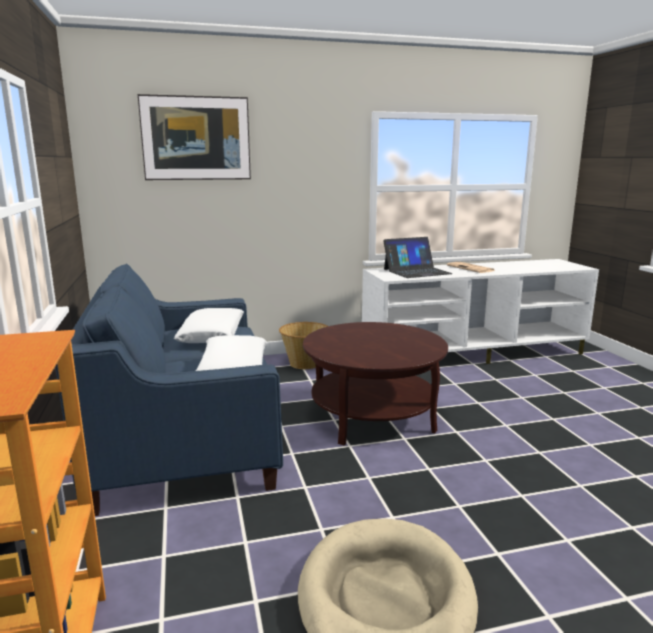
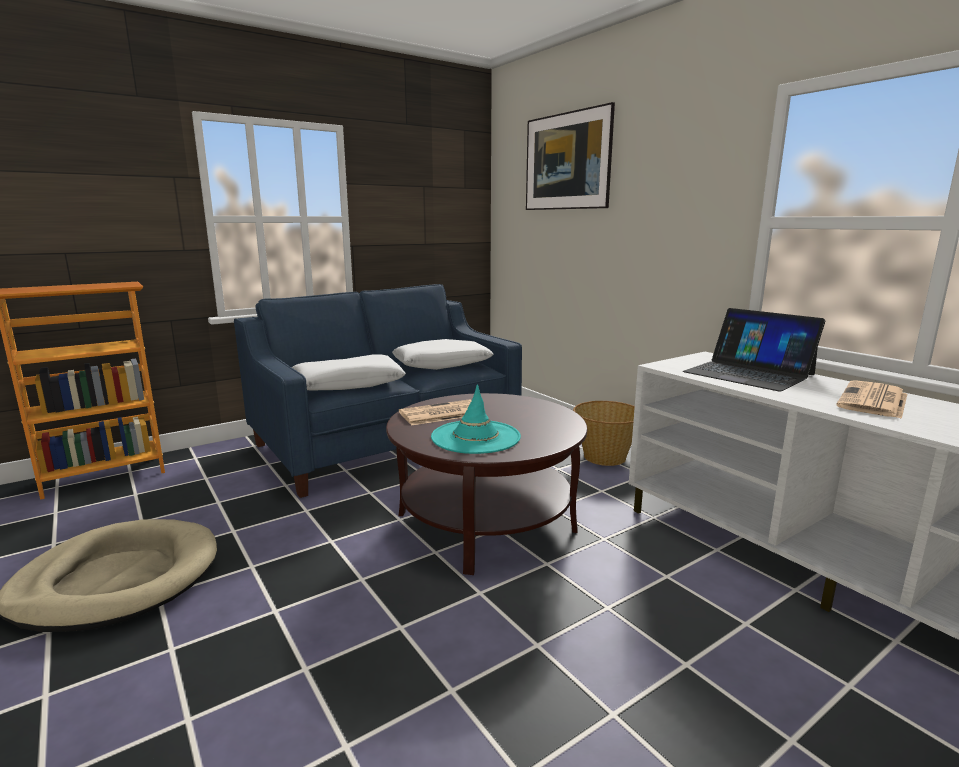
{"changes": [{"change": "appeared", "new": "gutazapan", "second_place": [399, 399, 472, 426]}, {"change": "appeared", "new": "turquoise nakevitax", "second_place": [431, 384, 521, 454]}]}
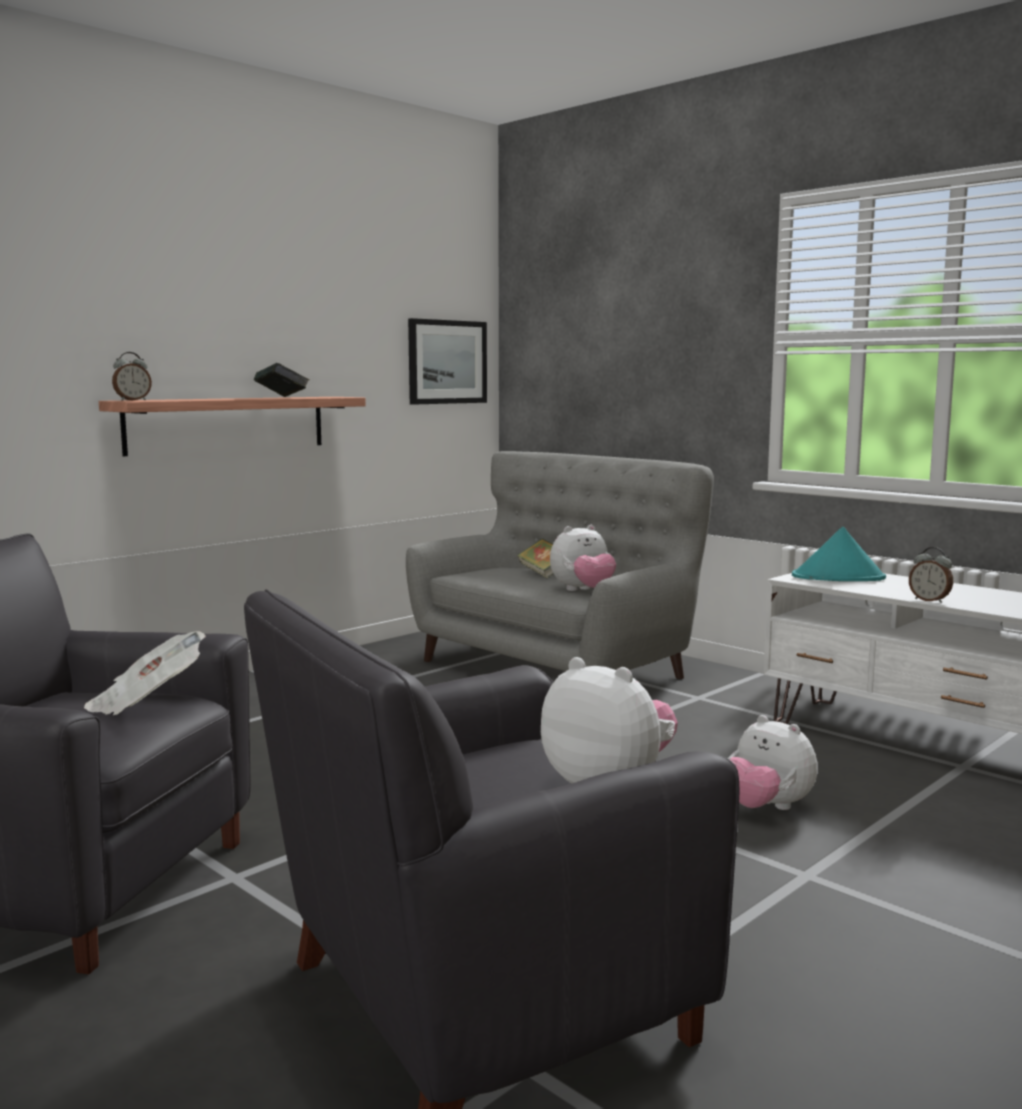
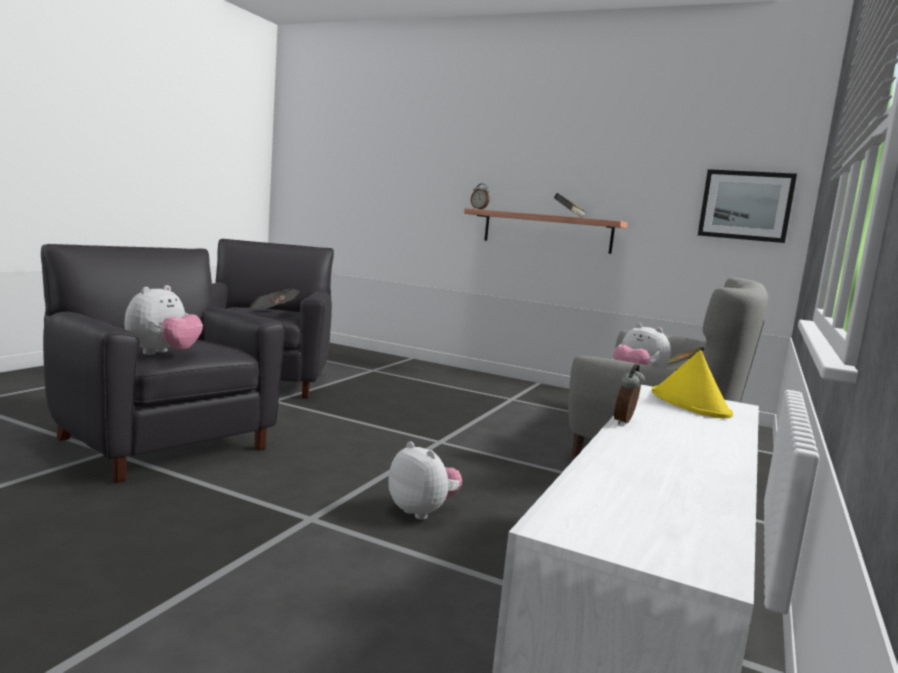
{"changes": [{"change": "spun", "old": "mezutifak", "first_place": [728, 715, 817, 810], "second_place": [388, 441, 462, 520], "degrees": 105}, {"change": "colour", "old": "turquoise nakevitax", "new": "yellow nakevitax", "first_place": [792, 527, 886, 581], "second_place": [652, 350, 733, 418]}]}
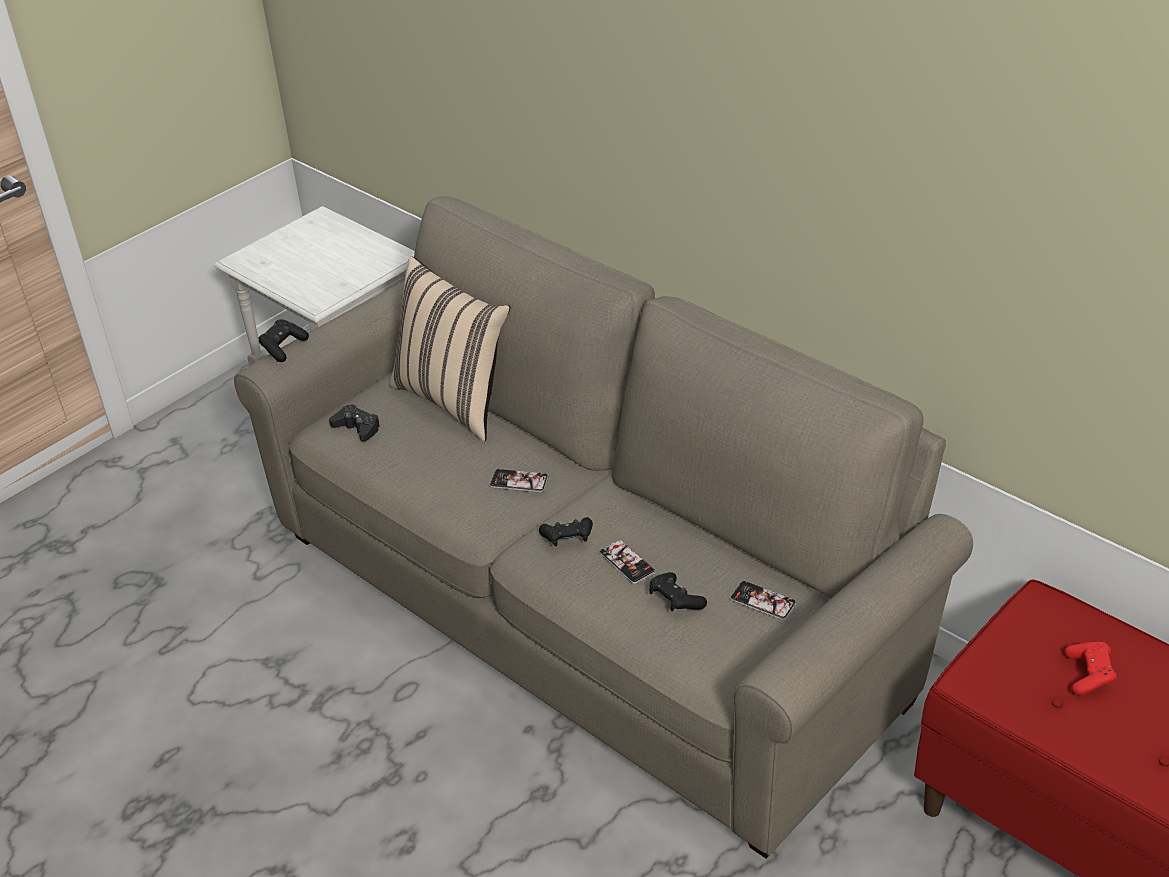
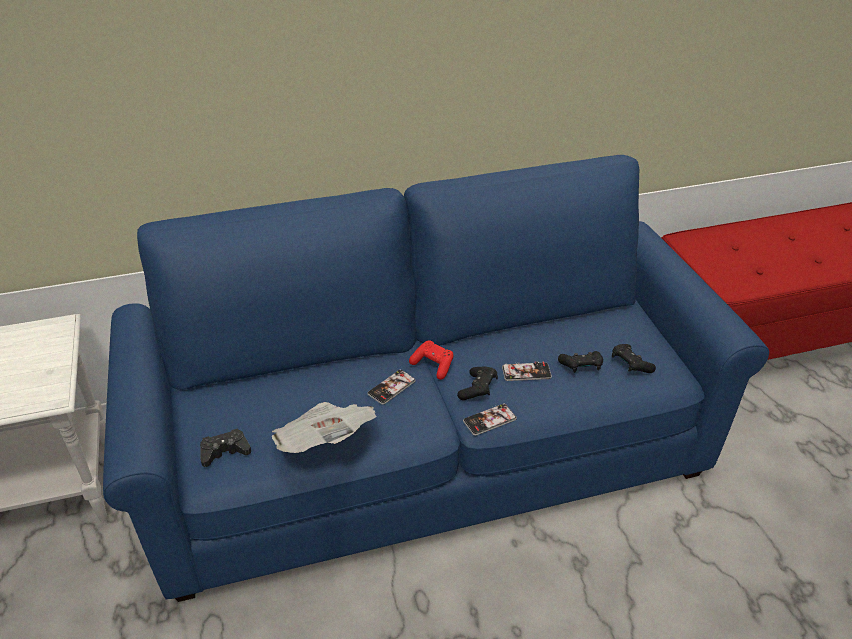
{"changes": [{"change": "colour", "old": "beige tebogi", "new": "blue tebogi", "first_place": [234, 196, 973, 859], "second_place": [103, 155, 769, 602]}, {"change": "appeared", "new": "gutazapan", "second_place": [272, 402, 376, 453]}, {"change": "relocated", "old": "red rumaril", "first_place": [1064, 642, 1116, 695], "second_place": [409, 340, 453, 380]}, {"change": "relocated", "old": "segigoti", "first_place": [730, 581, 796, 620], "second_place": [463, 403, 517, 436]}, {"change": "relocated", "old": "black rumaril", "first_place": [259, 319, 309, 362], "second_place": [612, 344, 656, 373]}, {"change": "missing", "old": "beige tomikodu", "first_place": [389, 257, 510, 442]}]}
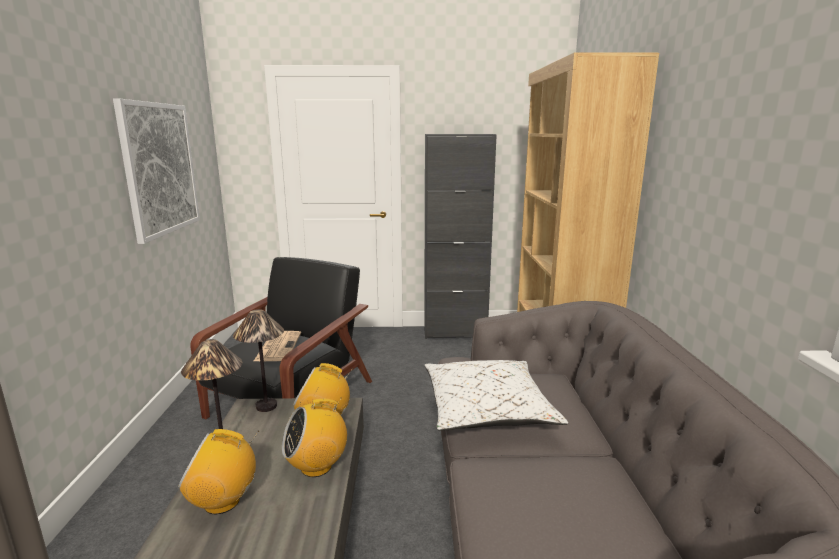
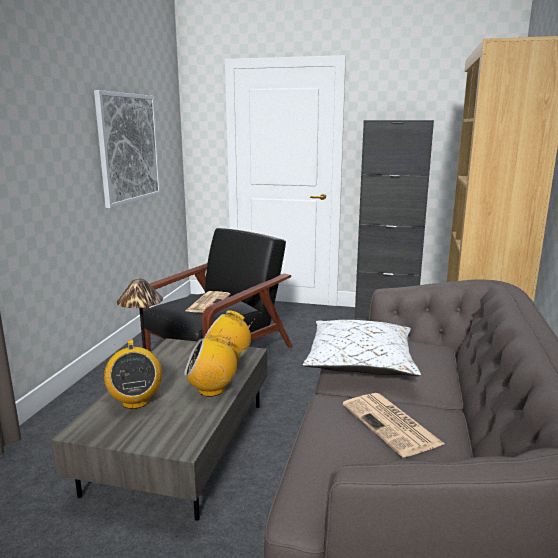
{"changes": [{"change": "spun", "old": "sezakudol", "first_place": [178, 429, 259, 514], "second_place": [104, 340, 162, 409], "degrees": -120}, {"change": "appeared", "new": "gutazapan", "second_place": [343, 393, 445, 457]}, {"change": "missing", "old": "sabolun", "first_place": [233, 309, 284, 412]}]}
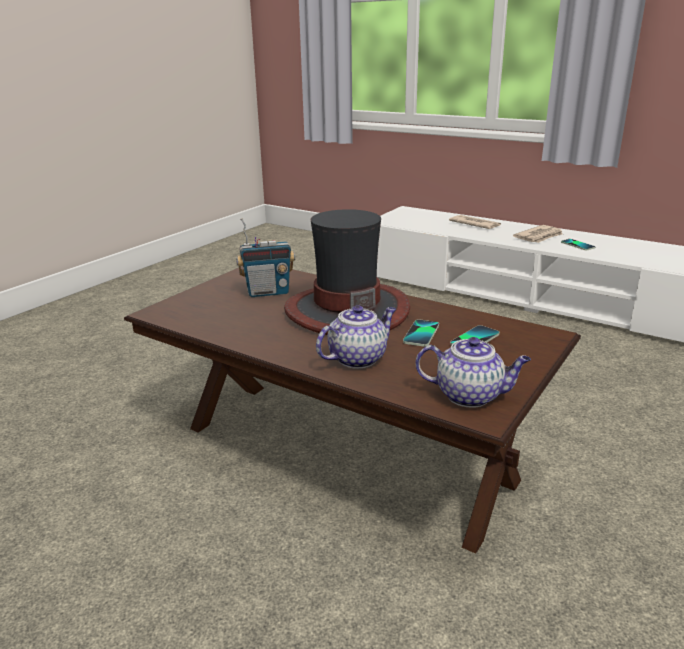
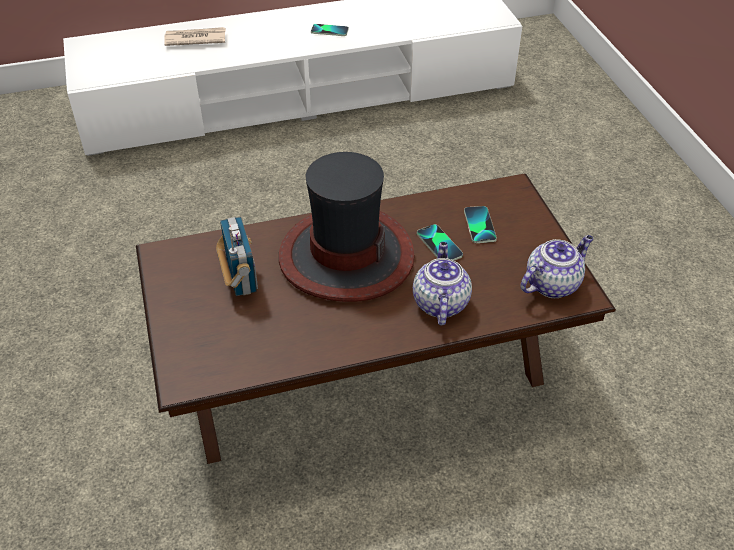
{"changes": [{"change": "spun", "old": "sezakudol", "first_place": [236, 218, 295, 297], "second_place": [216, 217, 258, 296], "degrees": -45}, {"change": "missing", "old": "gutazapan", "first_place": [513, 225, 563, 243]}]}
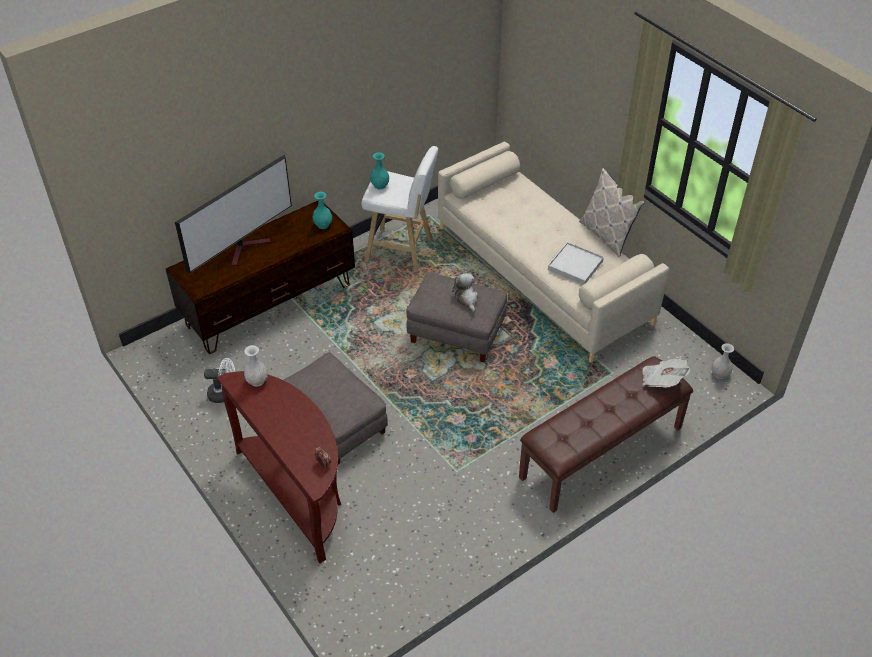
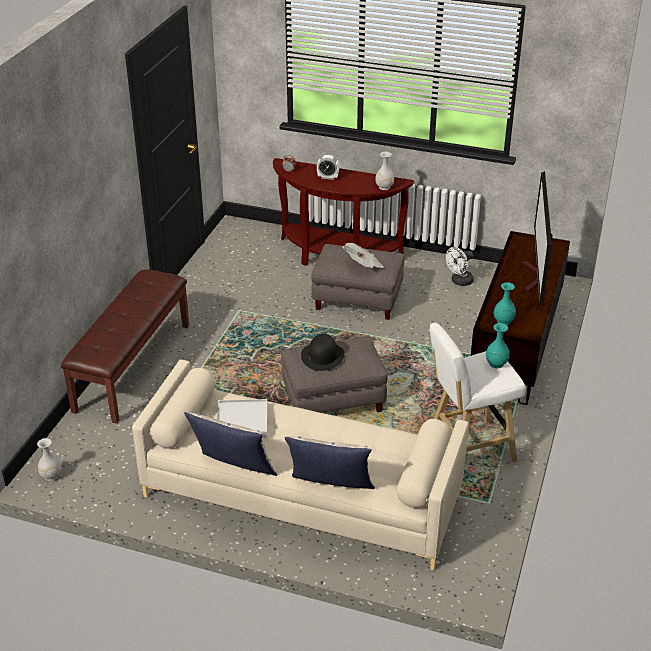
{"changes": [{"change": "appeared", "new": "tomikodu", "second_place": [284, 436, 375, 489]}, {"change": "exchanged", "old": "mezutifak", "new": "black nakevitax", "first_place": [452, 273, 478, 313], "second_place": [301, 334, 345, 371]}, {"change": "appeared", "new": "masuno", "second_place": [317, 155, 339, 180]}, {"change": "relocated", "old": "gutazapan", "first_place": [643, 358, 690, 388], "second_place": [342, 243, 384, 268]}]}
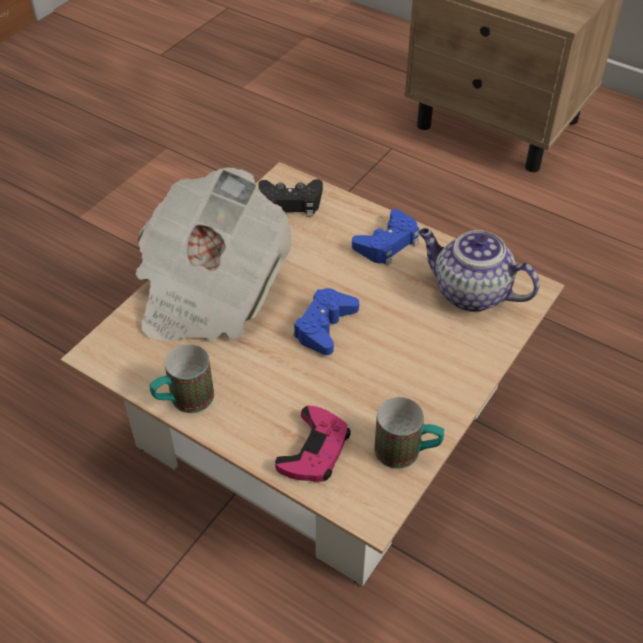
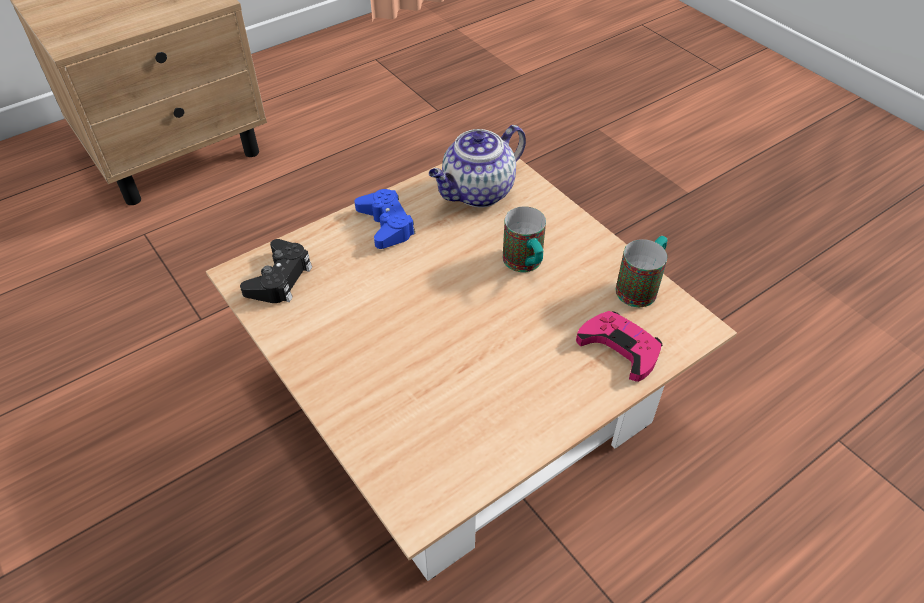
{"changes": [{"change": "relocated", "old": "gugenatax", "first_place": [149, 344, 214, 413], "second_place": [503, 206, 546, 272]}, {"change": "missing", "old": "gutazapan", "first_place": [135, 167, 292, 341]}, {"change": "missing", "old": "blue rumaril", "first_place": [293, 288, 359, 355]}]}
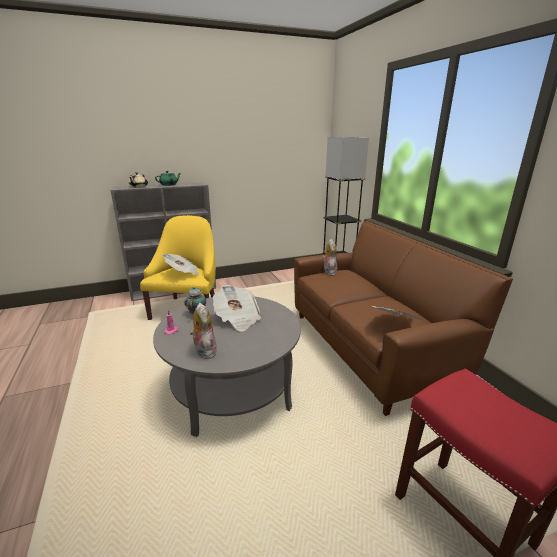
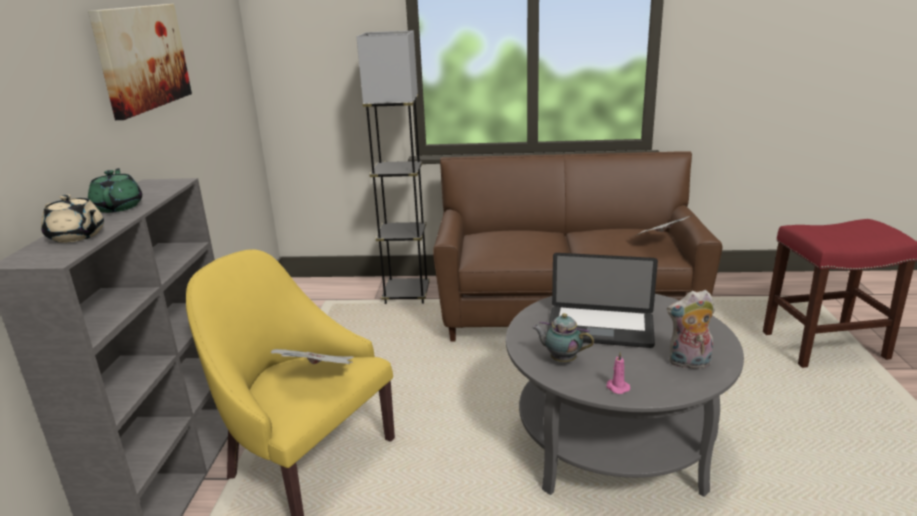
{"changes": [{"change": "appeared", "new": "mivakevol", "second_place": [88, 4, 192, 120]}, {"change": "exchanged", "old": "gutazapan", "new": "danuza", "first_place": [213, 285, 261, 332], "second_place": [547, 253, 658, 348]}, {"change": "missing", "old": "mezutifak", "first_place": [322, 239, 337, 276]}]}
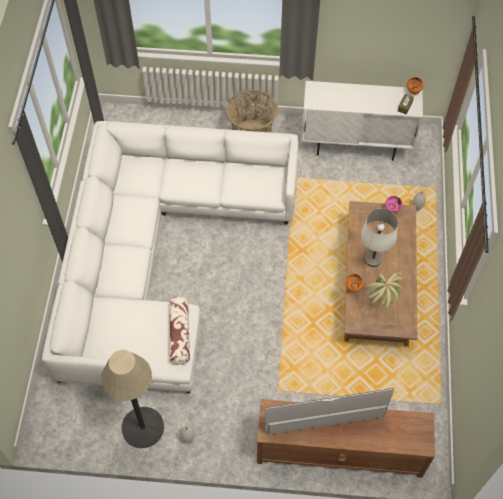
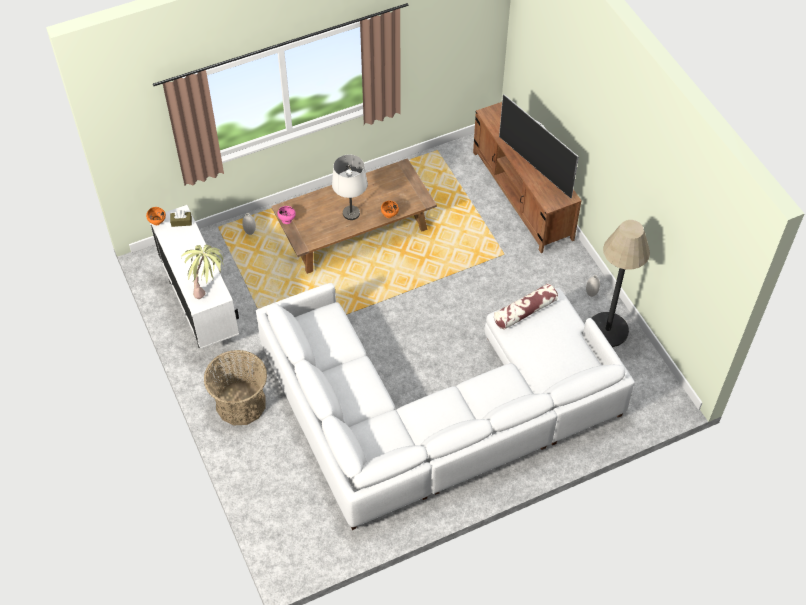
{"changes": [{"change": "relocated", "old": "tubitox", "first_place": [365, 273, 402, 310], "second_place": [181, 245, 224, 299]}]}
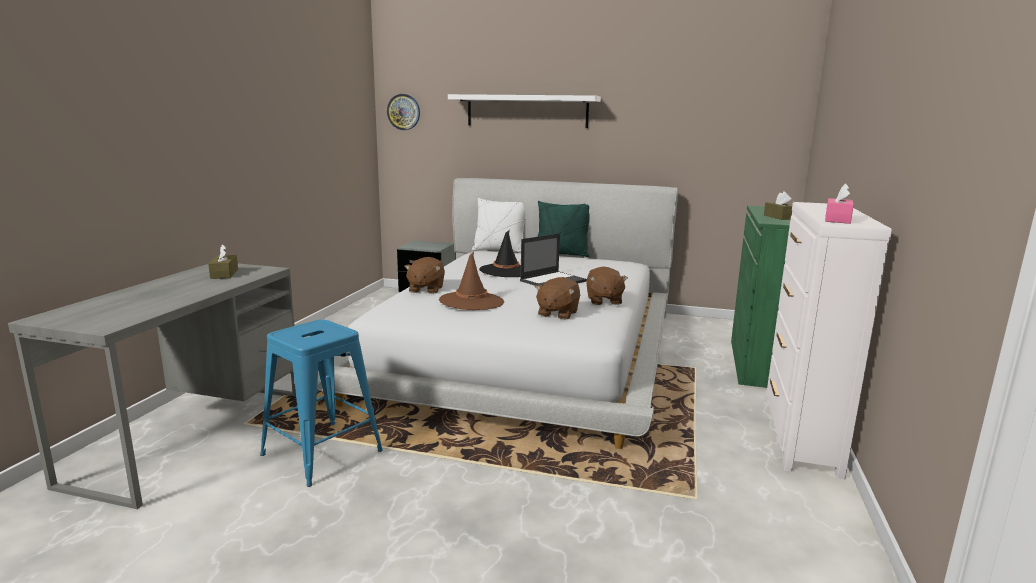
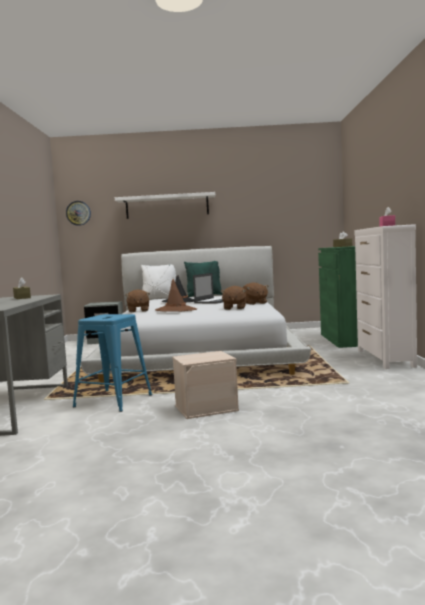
{"changes": [{"change": "appeared", "new": "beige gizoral", "second_place": [172, 351, 239, 419]}]}
